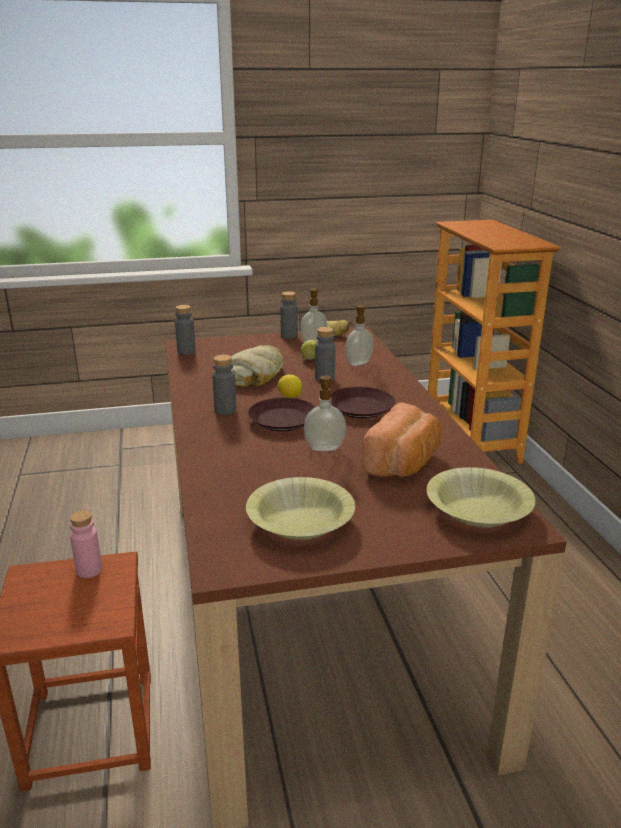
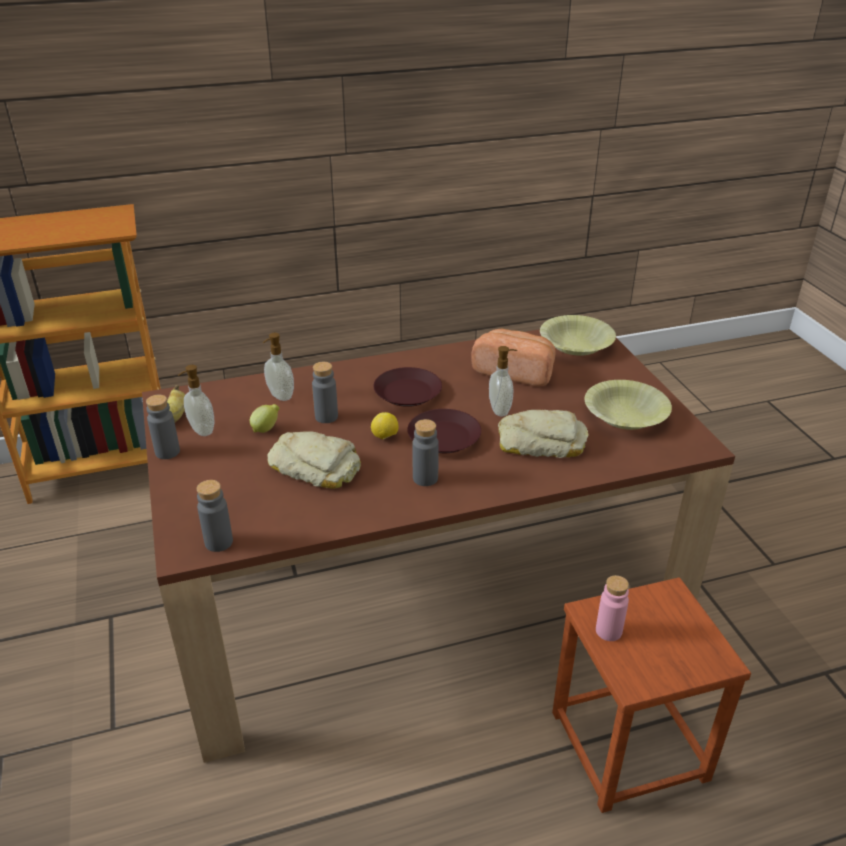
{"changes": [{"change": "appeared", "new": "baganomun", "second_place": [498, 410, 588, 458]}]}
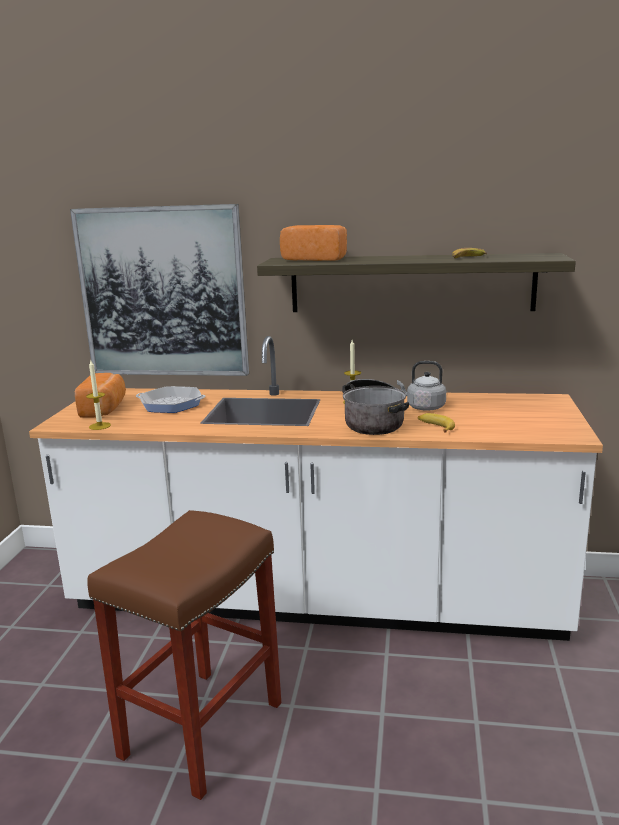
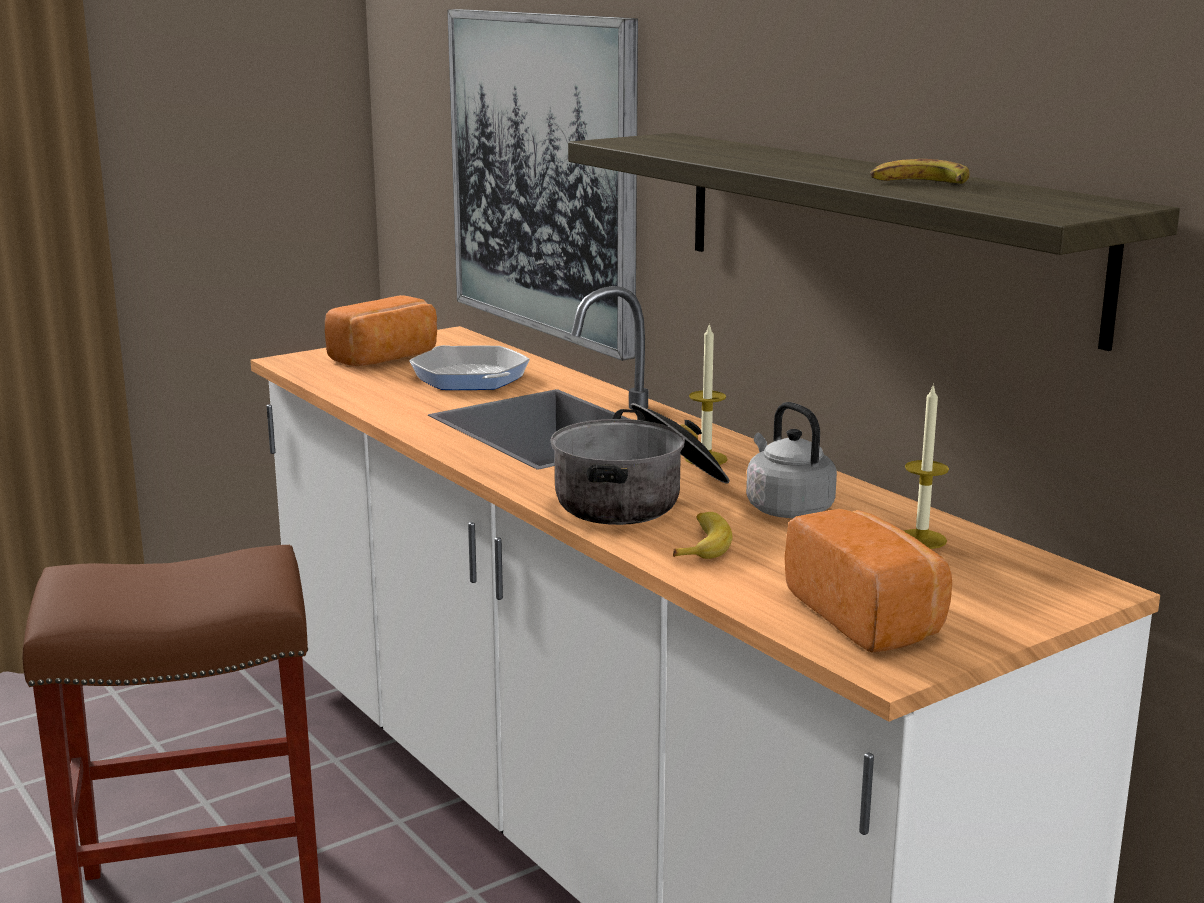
{"changes": [{"change": "relocated", "old": "baganomun", "first_place": [280, 225, 347, 261], "second_place": [784, 509, 952, 653]}, {"change": "relocated", "old": "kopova", "first_place": [86, 360, 111, 430], "second_place": [904, 384, 949, 549]}]}
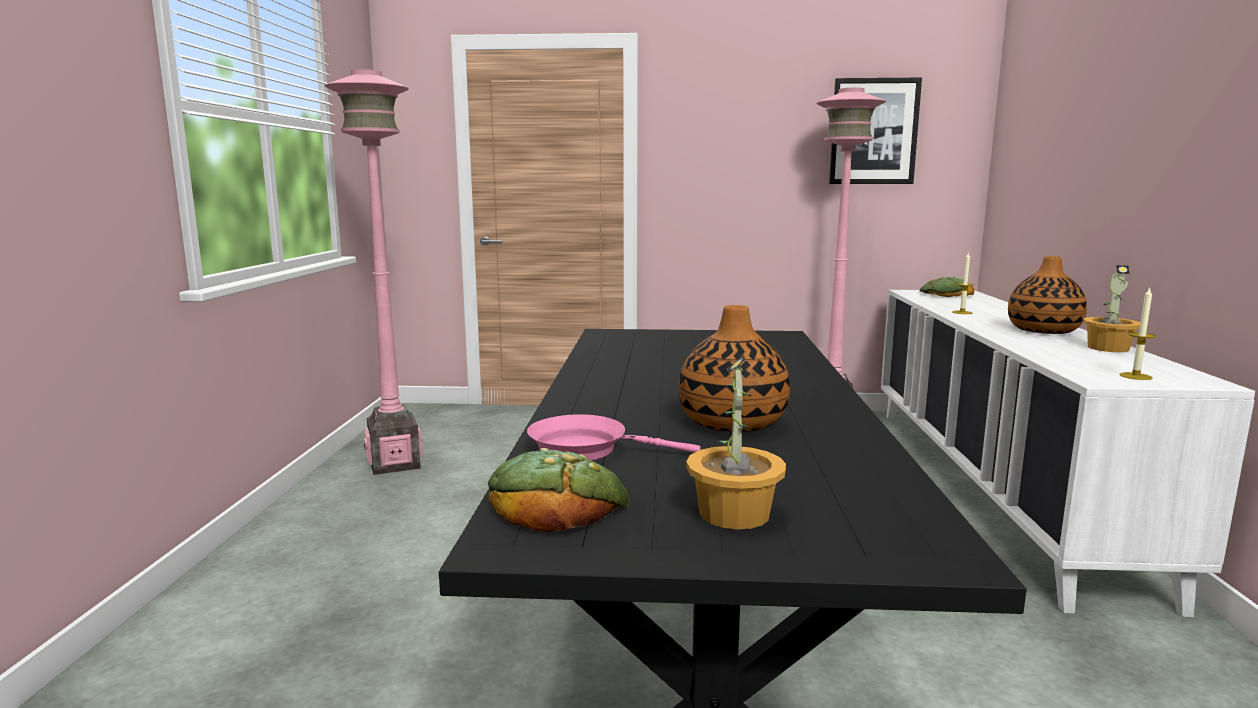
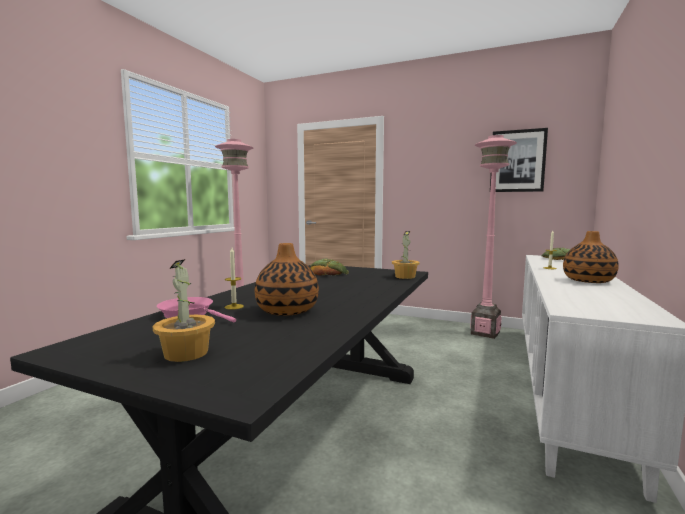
{"changes": [{"change": "relocated", "old": "kopova", "first_place": [1119, 287, 1157, 380], "second_place": [224, 248, 244, 310]}, {"change": "relocated", "old": "baganomun", "first_place": [488, 448, 630, 532], "second_place": [310, 258, 349, 276]}, {"change": "relocated", "old": "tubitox", "first_place": [1083, 265, 1141, 352], "second_place": [392, 231, 420, 279]}]}
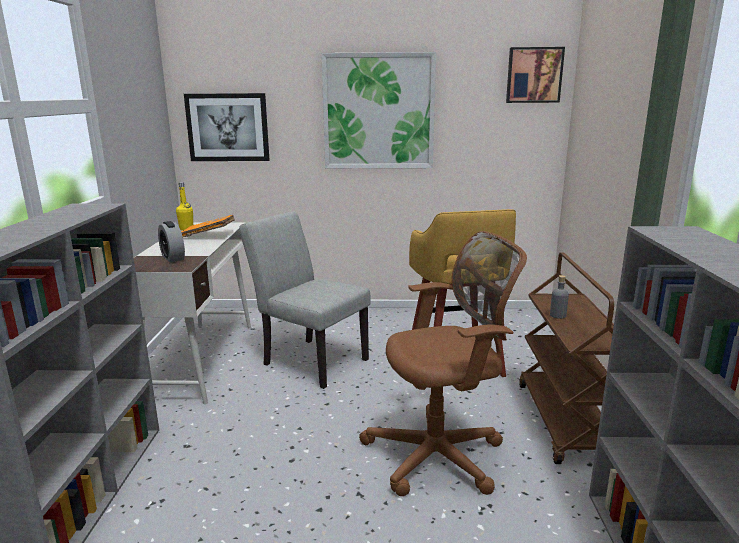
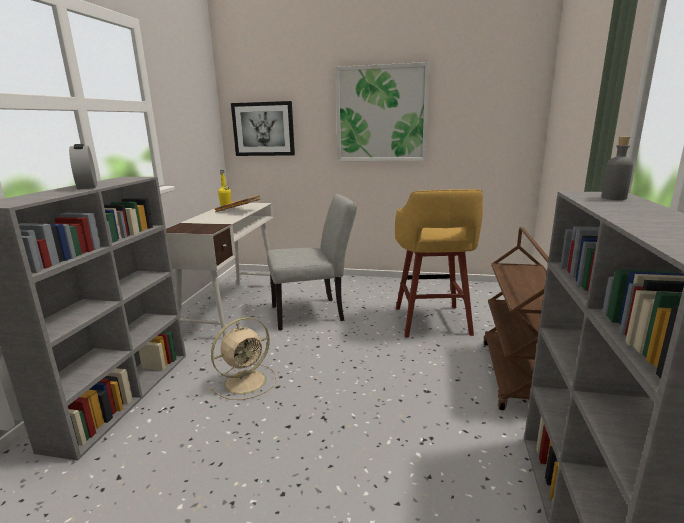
{"changes": [{"change": "relocated", "old": "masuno", "first_place": [158, 221, 185, 262], "second_place": [69, 144, 97, 189]}, {"change": "appeared", "new": "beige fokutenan", "second_place": [210, 317, 277, 400]}, {"change": "spun", "old": "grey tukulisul", "first_place": [239, 211, 371, 389], "second_place": [267, 194, 357, 330], "degrees": 120}, {"change": "relocated", "old": "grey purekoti", "first_place": [550, 275, 569, 319], "second_place": [601, 136, 633, 200]}, {"change": "missing", "old": "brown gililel", "first_place": [359, 231, 527, 496]}, {"change": "missing", "old": "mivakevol", "first_place": [506, 47, 565, 103]}]}
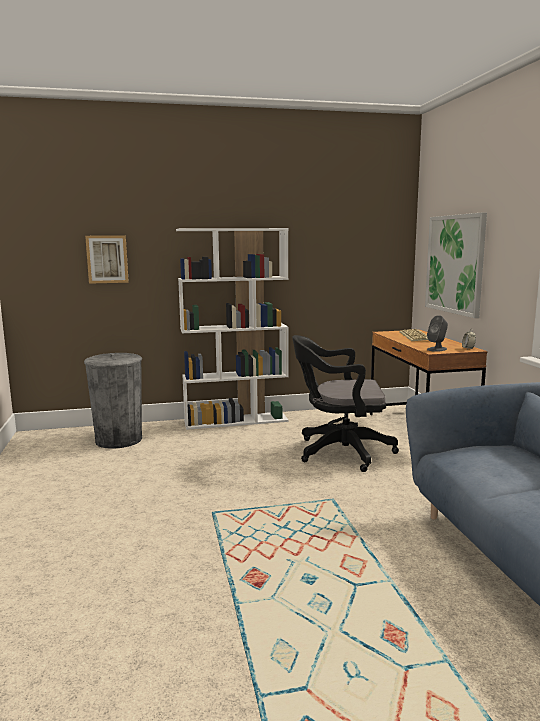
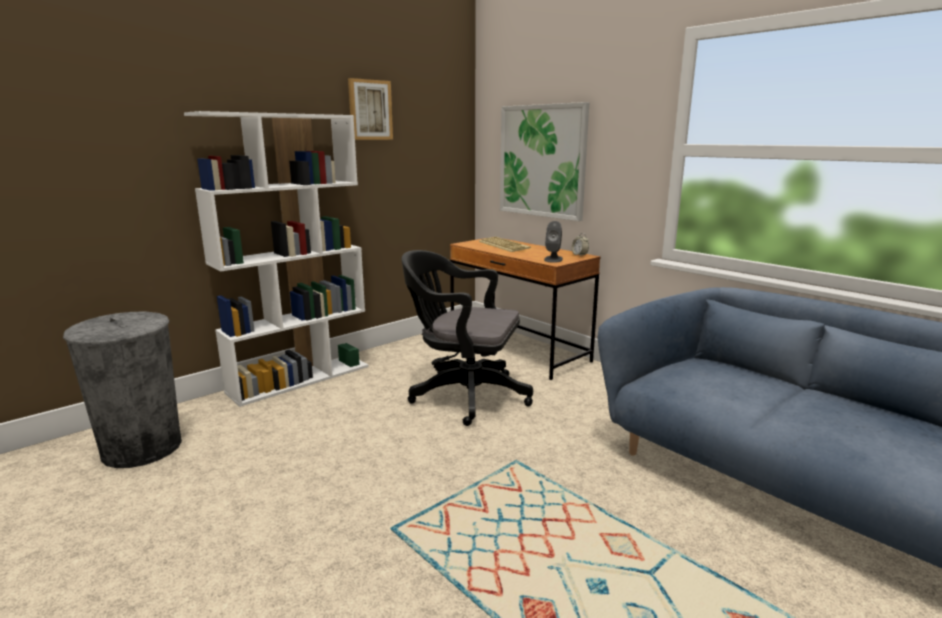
{"changes": [{"change": "relocated", "old": "mivakevol", "first_place": [85, 235, 129, 284], "second_place": [348, 78, 393, 140]}, {"change": "spun", "old": "black gililel", "first_place": [292, 335, 399, 472], "second_place": [402, 250, 533, 426], "degrees": 45}]}
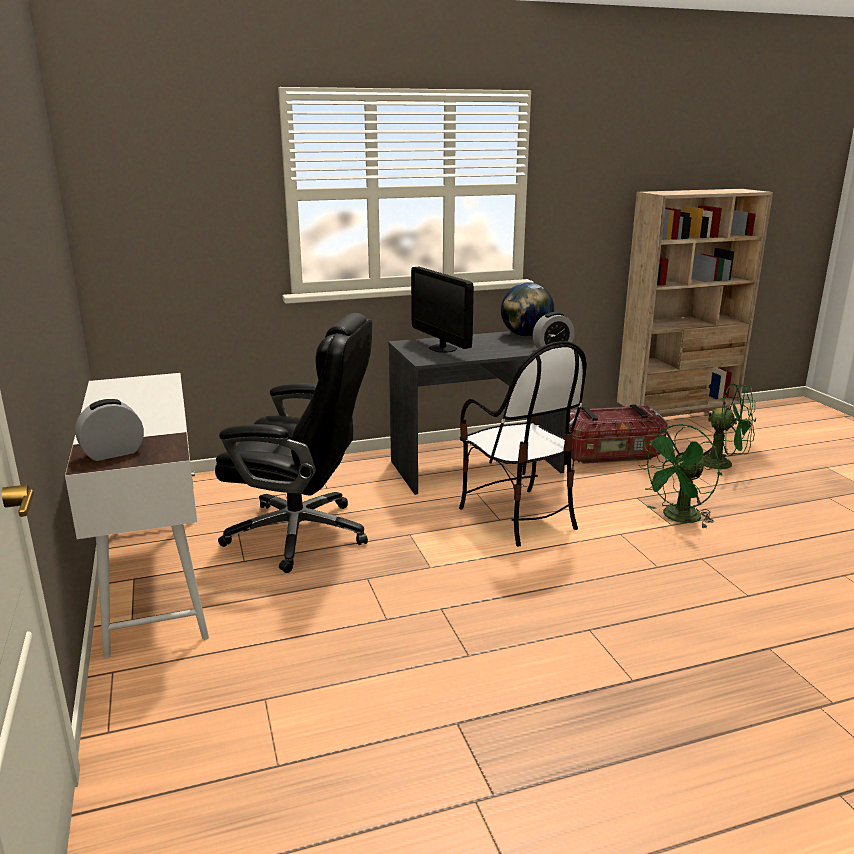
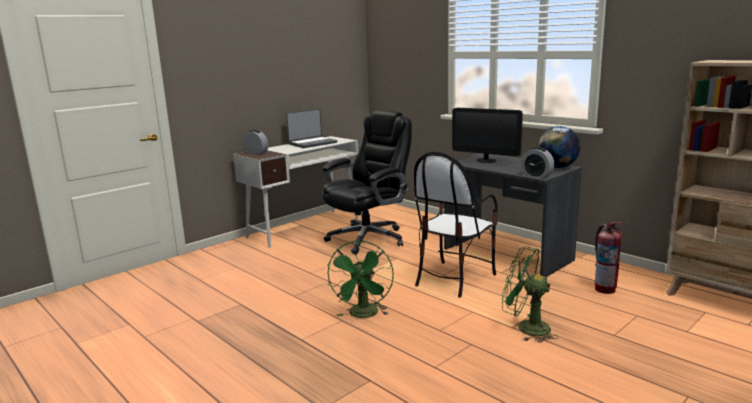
{"changes": [{"change": "appeared", "new": "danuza", "second_place": [286, 109, 337, 148]}, {"change": "spun", "old": "black gililel", "first_place": [215, 313, 372, 573], "second_place": [322, 110, 412, 255], "degrees": -120}, {"change": "relocated", "old": "green fokutenan", "first_place": [702, 383, 756, 475], "second_place": [327, 240, 394, 318]}, {"change": "spun", "old": "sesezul", "first_place": [411, 267, 474, 353], "second_place": [452, 108, 523, 163], "degrees": -90}, {"change": "exchanged", "old": "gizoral", "new": "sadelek", "first_place": [569, 404, 668, 464], "second_place": [595, 222, 625, 294]}]}
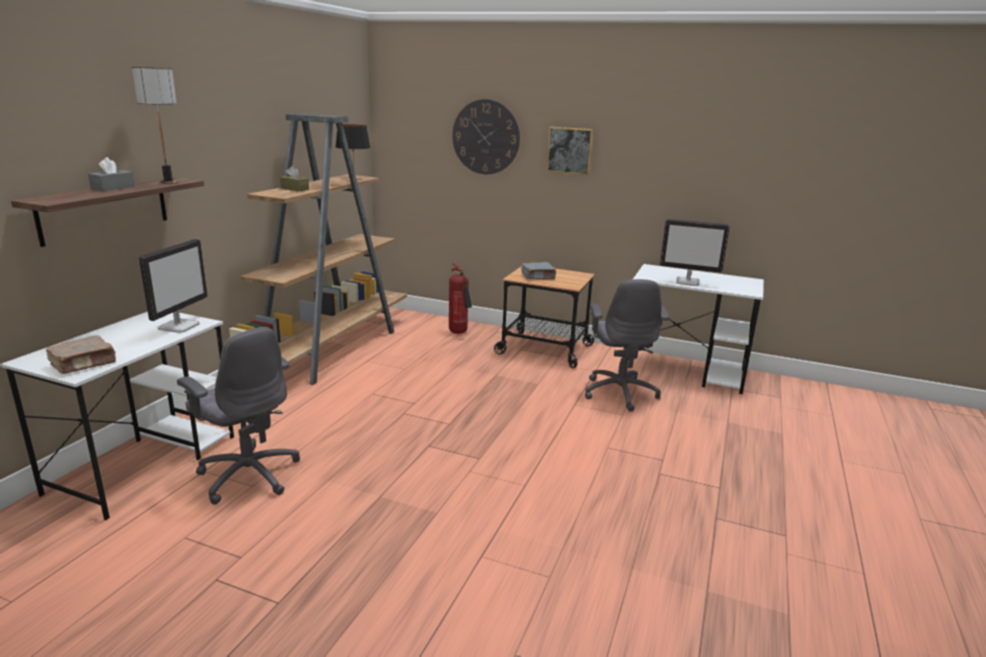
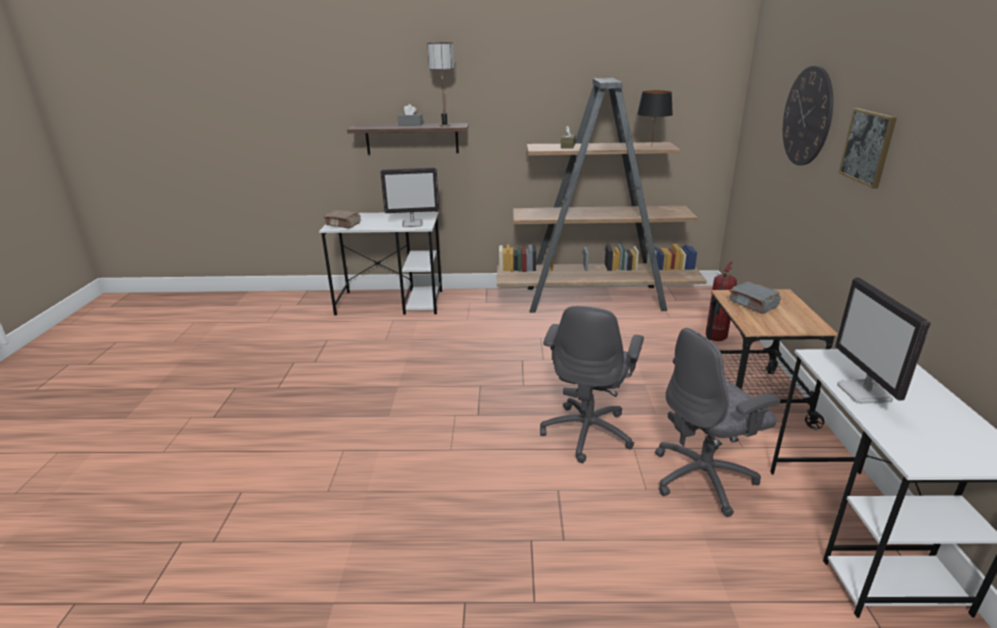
{"changes": [{"change": "relocated", "old": "grey gililel", "first_place": [177, 327, 300, 505], "second_place": [540, 306, 644, 463]}]}
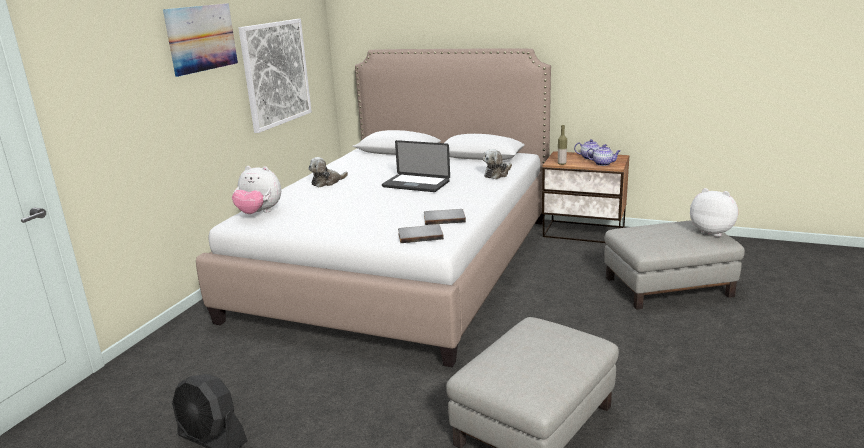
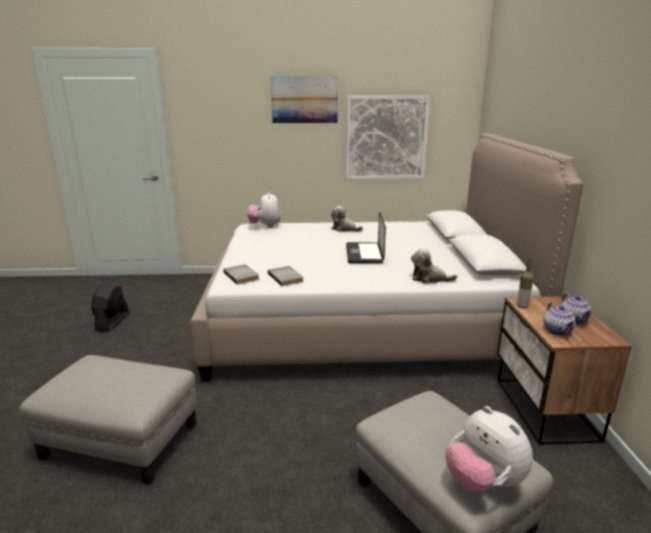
{"changes": [{"change": "spun", "old": "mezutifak", "first_place": [690, 188, 738, 237], "second_place": [445, 406, 533, 493], "degrees": 135}]}
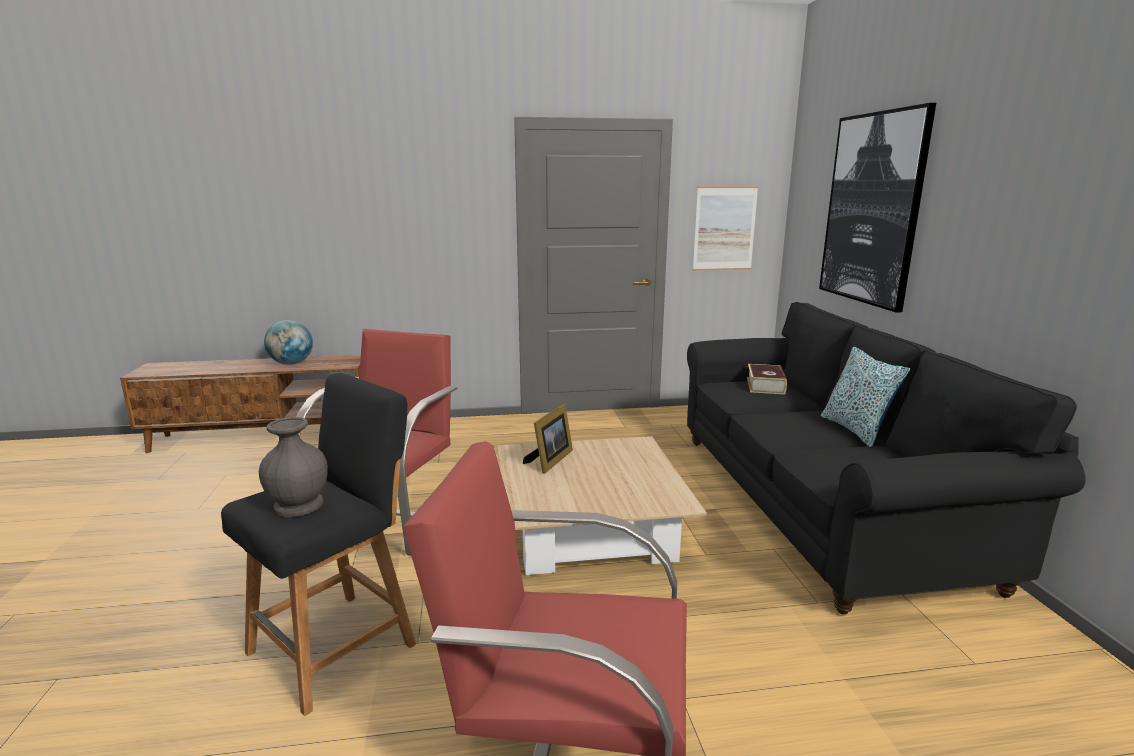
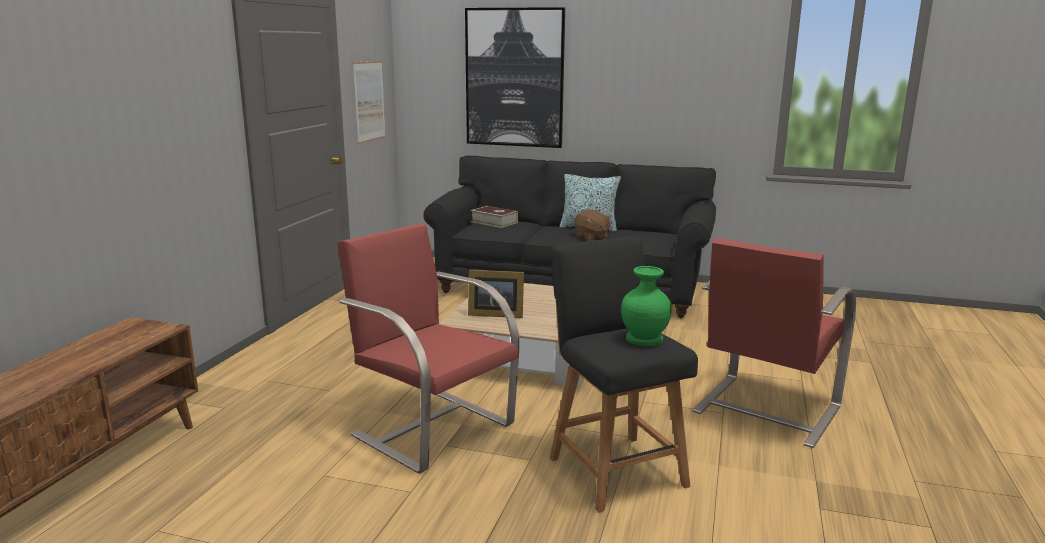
{"changes": [{"change": "spun", "old": "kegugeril", "first_place": [523, 404, 573, 474], "second_place": [468, 270, 524, 318], "degrees": 135}, {"change": "appeared", "new": "brown mezutifak", "second_place": [574, 210, 612, 241]}, {"change": "colour", "old": "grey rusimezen", "new": "green rusimezen", "first_place": [259, 417, 328, 517], "second_place": [621, 266, 672, 346]}, {"change": "missing", "old": "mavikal", "first_place": [264, 320, 313, 365]}]}
